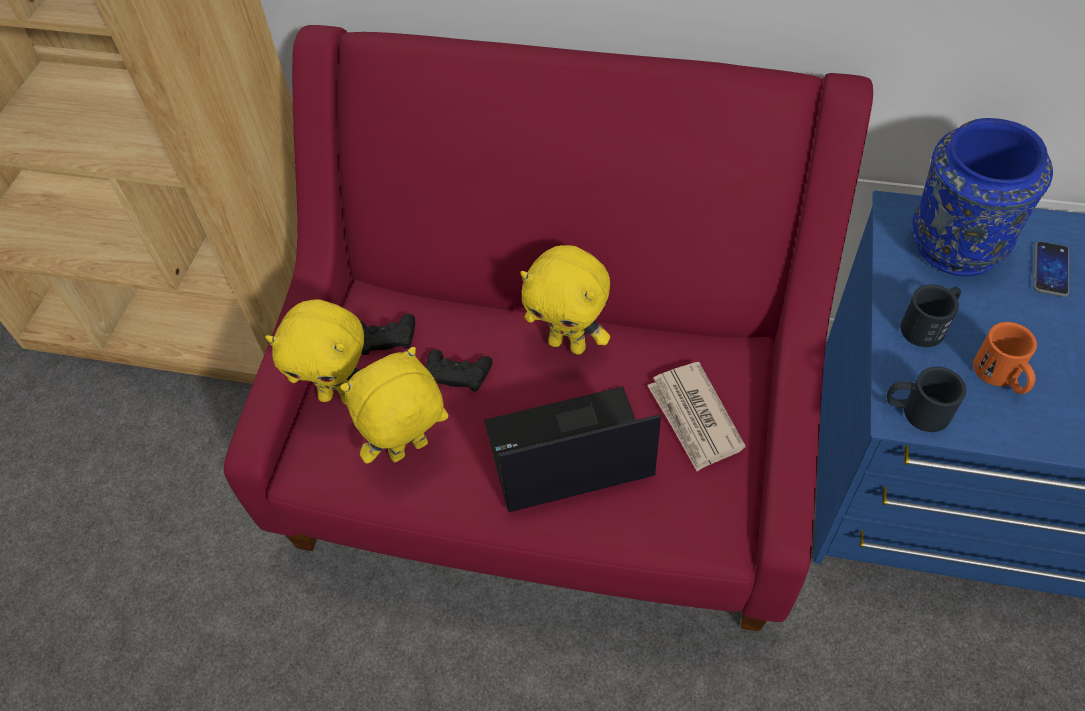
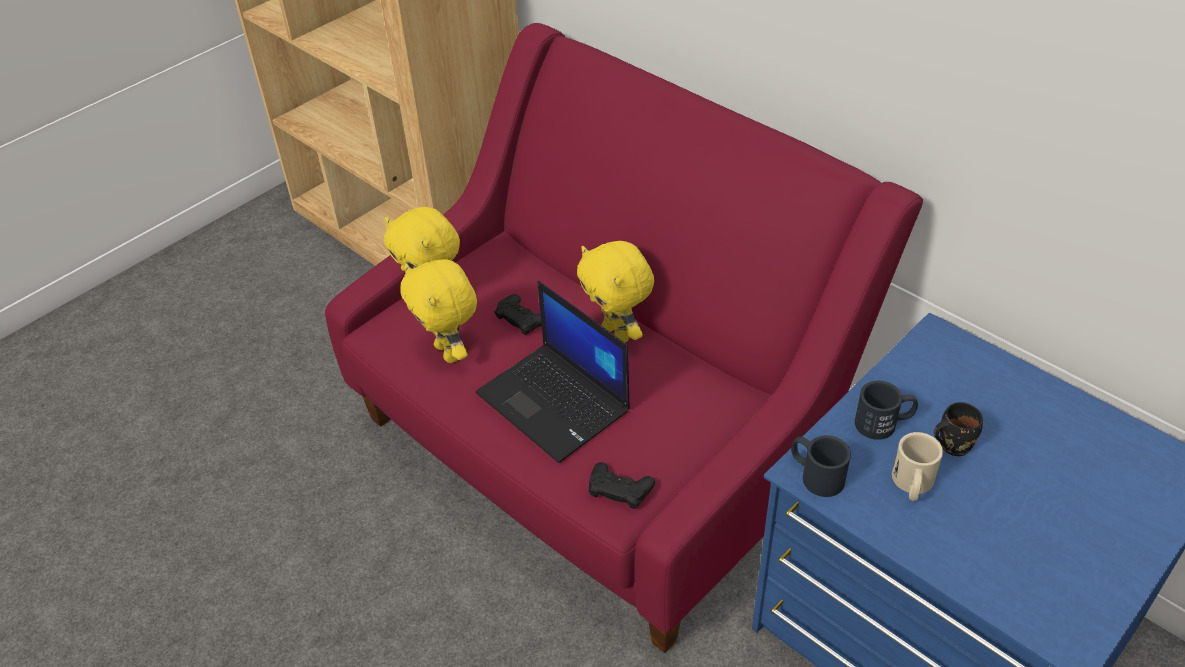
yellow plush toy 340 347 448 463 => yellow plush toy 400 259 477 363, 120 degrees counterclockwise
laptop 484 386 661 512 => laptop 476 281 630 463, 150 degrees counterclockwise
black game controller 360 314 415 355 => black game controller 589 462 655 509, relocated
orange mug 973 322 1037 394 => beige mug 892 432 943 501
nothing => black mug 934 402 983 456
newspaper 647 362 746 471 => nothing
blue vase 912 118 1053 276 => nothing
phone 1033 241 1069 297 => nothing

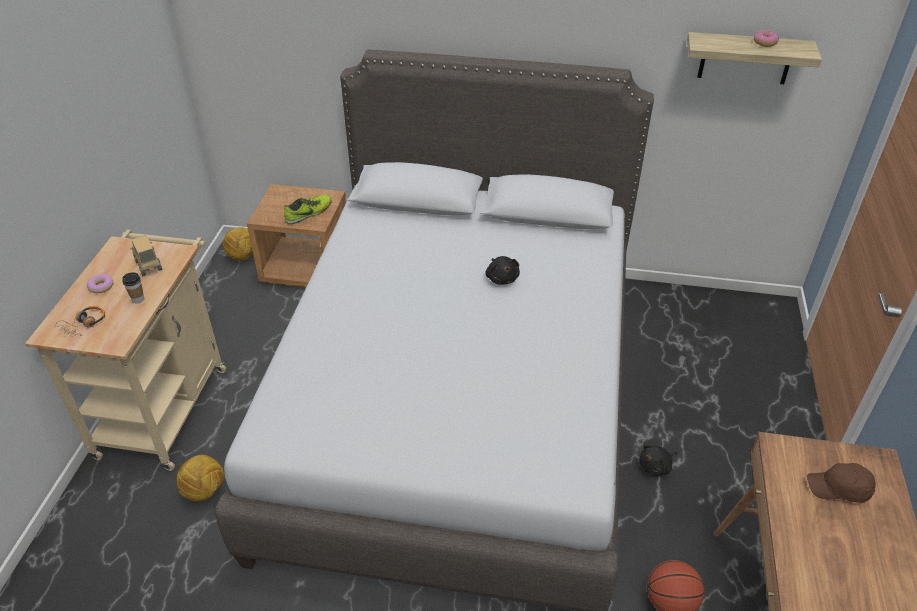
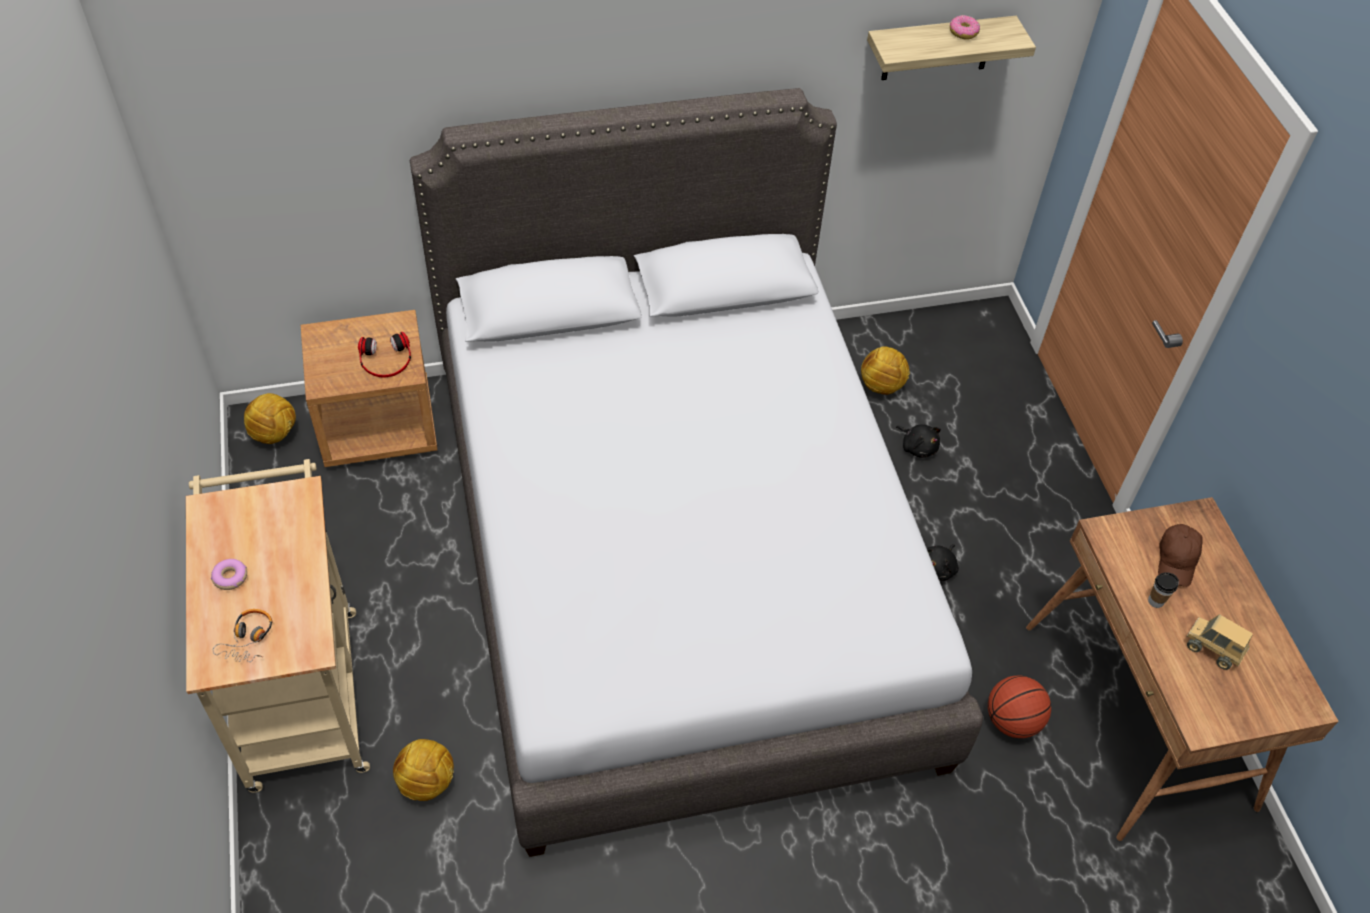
shoe 284 195 332 224 => headphones 358 332 411 378
nothing => football 861 346 910 395
black plush toy 485 256 520 285 => black plush toy 896 424 941 458, relocated
cup 122 273 145 303 => cup 1148 572 1179 608, relocated
brown cap 807 463 876 503 => brown cap 1158 524 1203 587, 60 degrees counterclockwise
toy truck 130 235 162 276 => toy truck 1187 614 1253 670, relocated

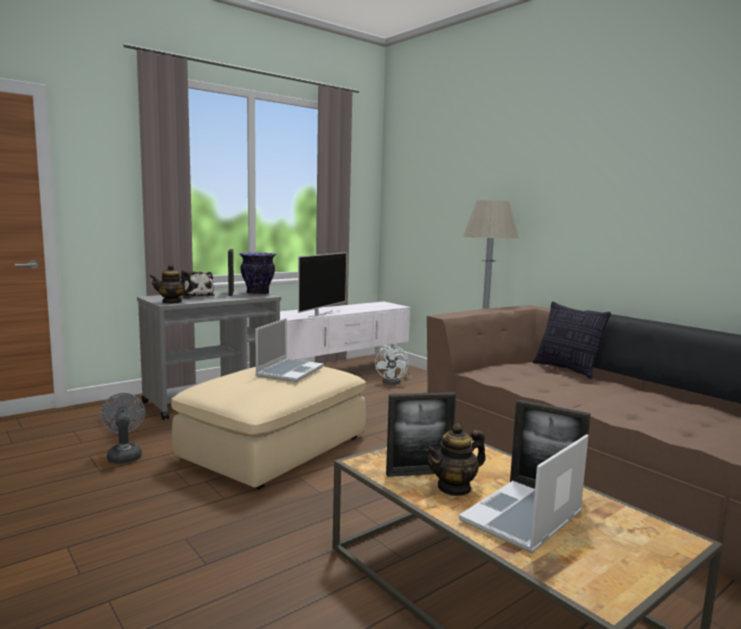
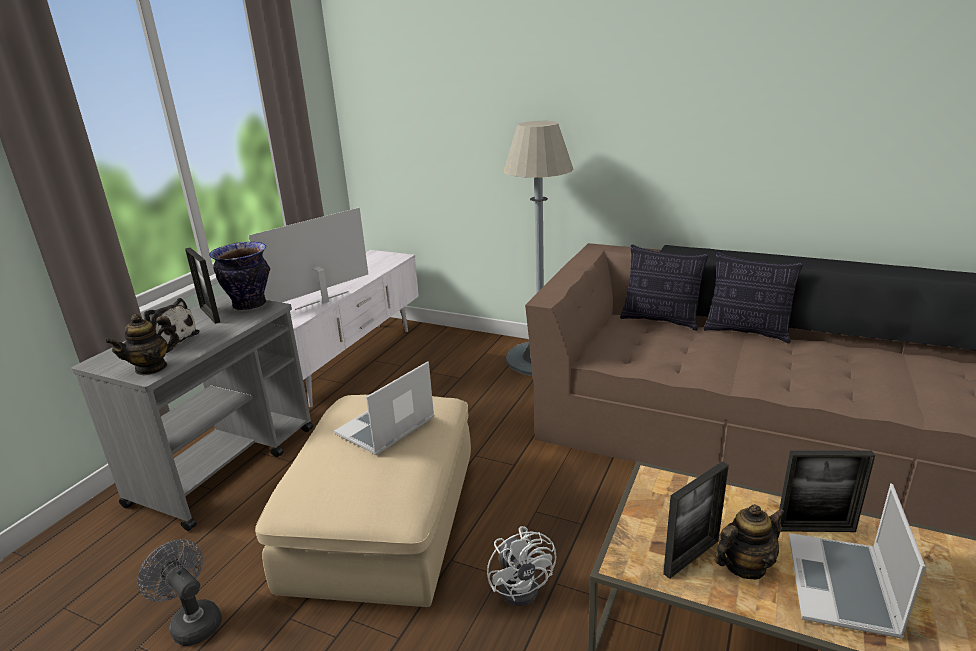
television 298 252 347 317 => television 248 208 368 310, 135 degrees counterclockwise
laptop 255 318 324 382 => laptop 334 361 435 455, 135 degrees counterclockwise
white fan 375 345 412 385 => white fan 487 526 557 606, relocated
nothing => pillow 704 252 803 343
teapot 425 423 486 496 => teapot 715 504 785 579, 150 degrees counterclockwise

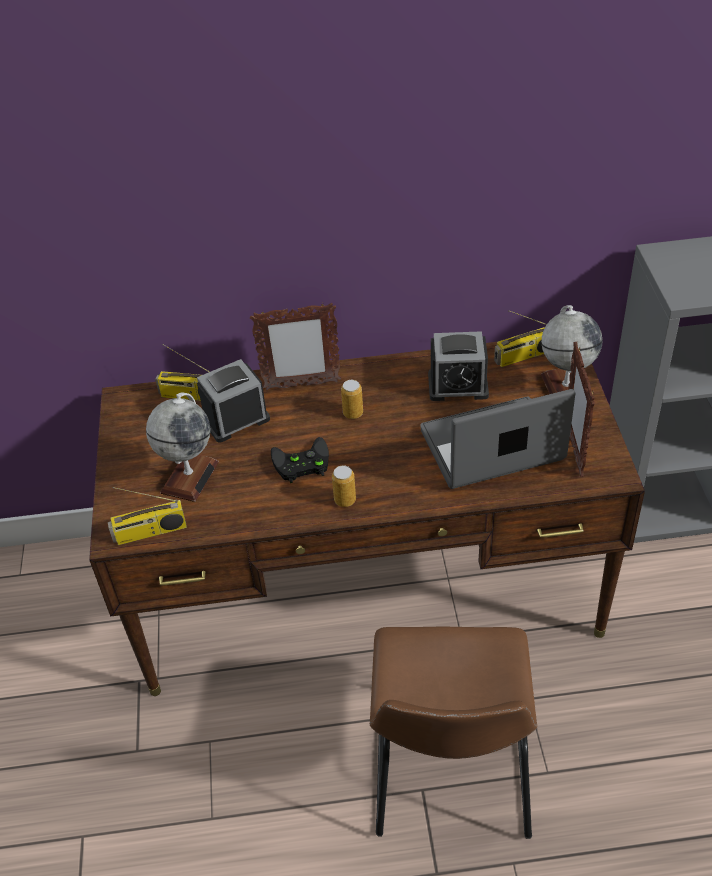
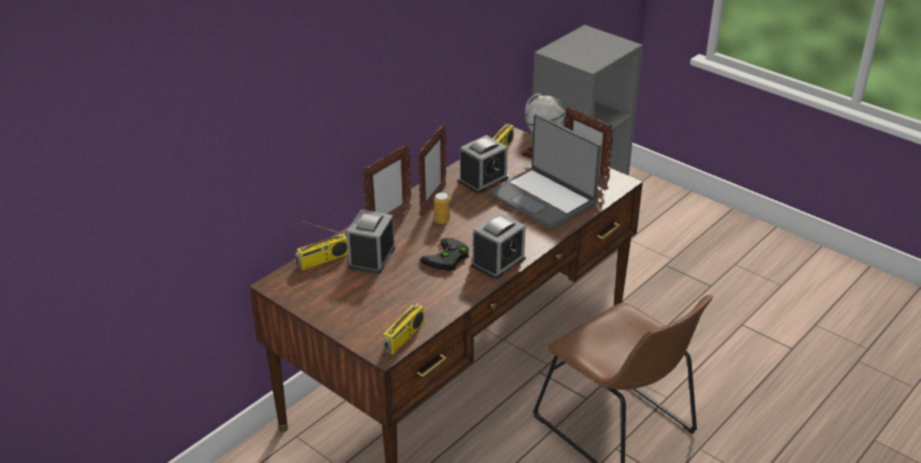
nothing => picture frame 418 122 446 216
can 332 465 356 507 => alarm clock 471 212 526 279
laptop 420 389 576 489 => laptop 489 114 601 230, 75 degrees counterclockwise
globe 146 392 219 502 => nothing

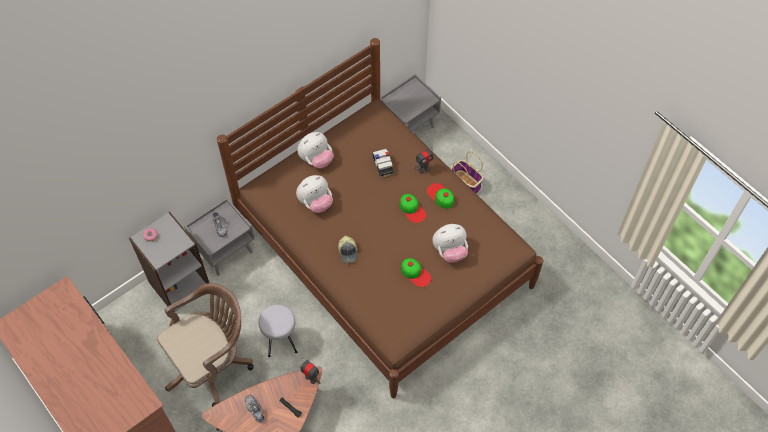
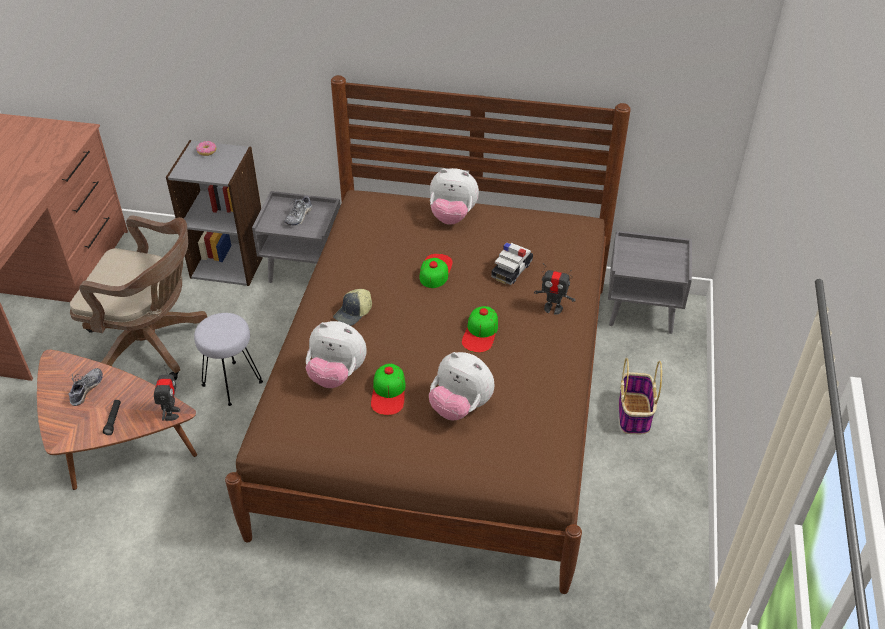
plush toy 296 175 333 213 => plush toy 306 321 367 388, relocated
cap 427 183 454 209 => cap 419 254 453 288, relocated

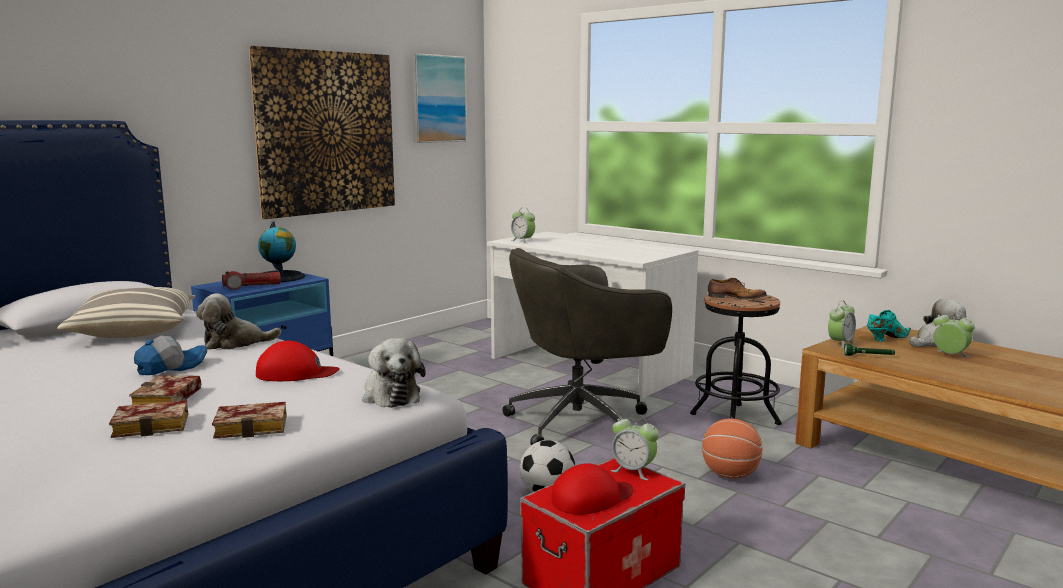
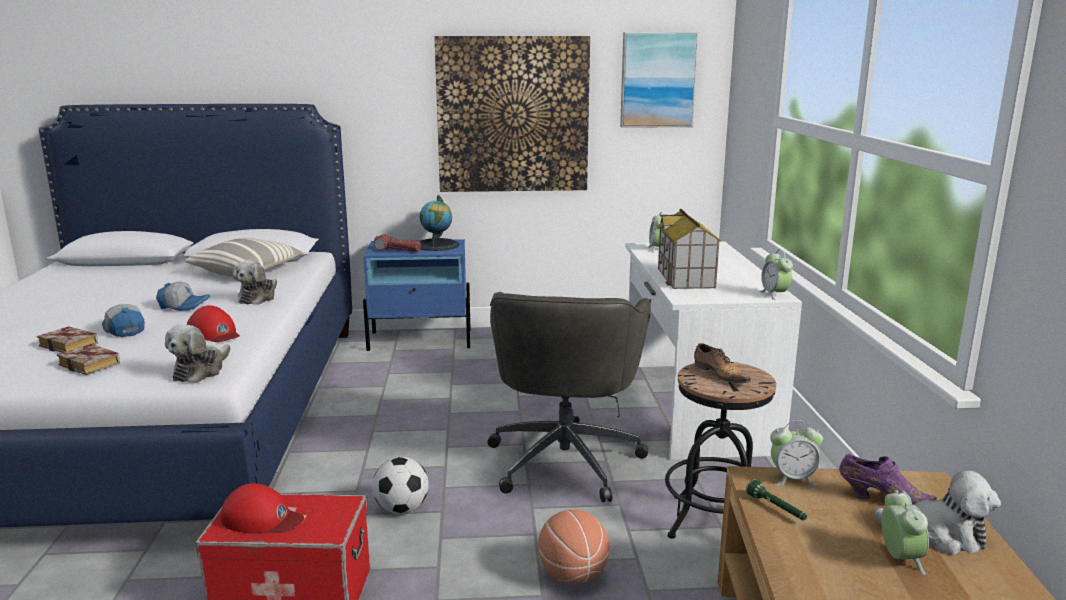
book 129 375 201 405 => cap 102 304 145 337
plush toy 196 293 281 349 => plush toy 233 260 277 305, 105 degrees counterclockwise
grey office chair 502 248 672 445 => grey office chair 487 292 651 502, 105 degrees counterclockwise
nothing => toy house 658 209 721 289
alarm clock 611 413 659 480 => alarm clock 759 250 793 300, relocated
turquoise shoe 867 310 911 341 => purple shoe 839 454 937 505

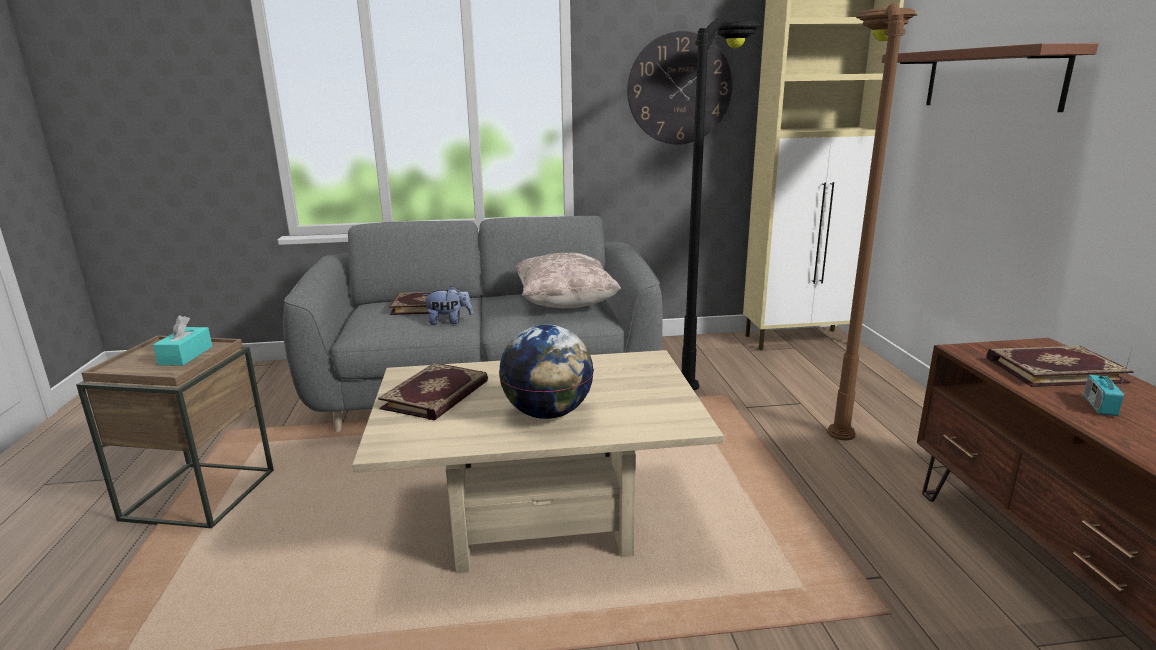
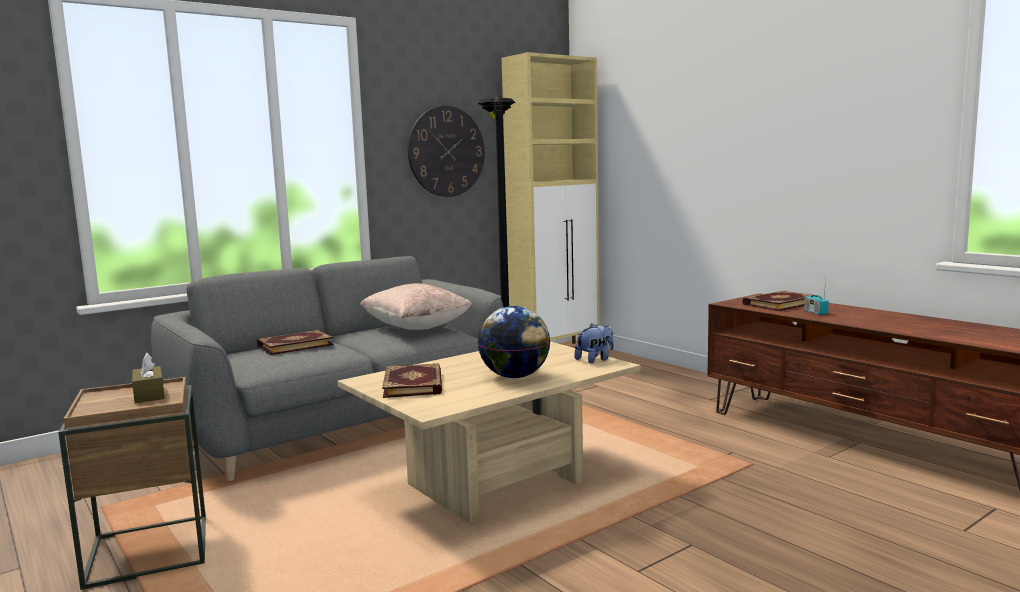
turquoise tissue box 153 316 212 366 => brown tissue box 132 353 165 403
plush toy 423 286 473 325 => plush toy 574 323 614 363, relocated
brown floor lamp 827 3 917 440 => nothing
brown shelf 882 43 1099 112 => nothing

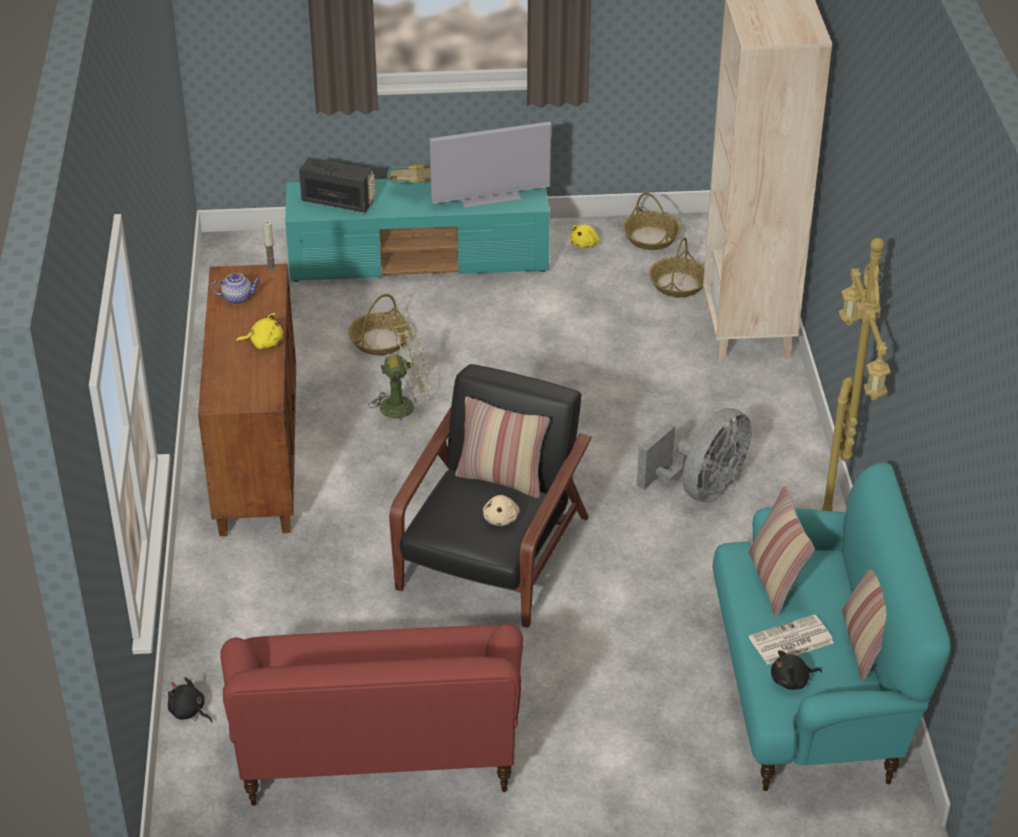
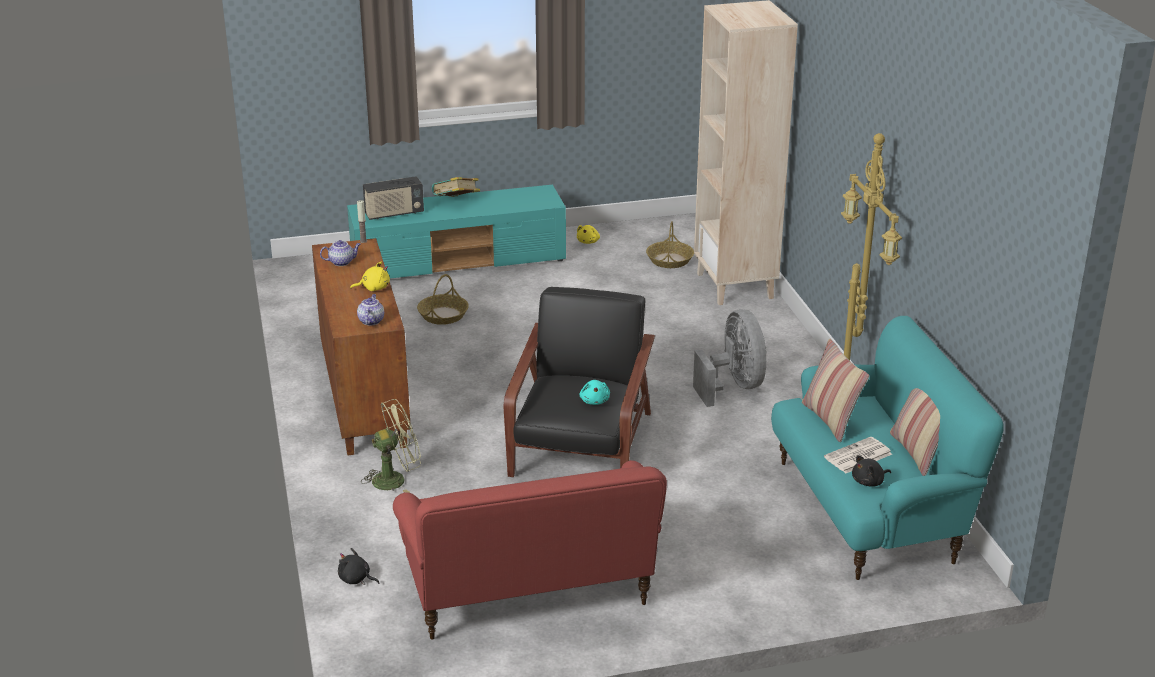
nothing => teapot 357 294 384 325
green fan 368 324 431 425 => green fan 361 399 421 493, relocated
radio 299 157 375 213 => radio 363 176 424 220, 150 degrees clockwise
beige plush toy 483 495 520 526 => turquoise plush toy 579 380 610 405
grey fan 637 408 751 502 => grey fan 693 309 767 407, 45 degrees counterclockwise
television 429 122 551 208 => nothing
pillow 455 397 550 498 => nothing
basket 623 192 681 250 => nothing

